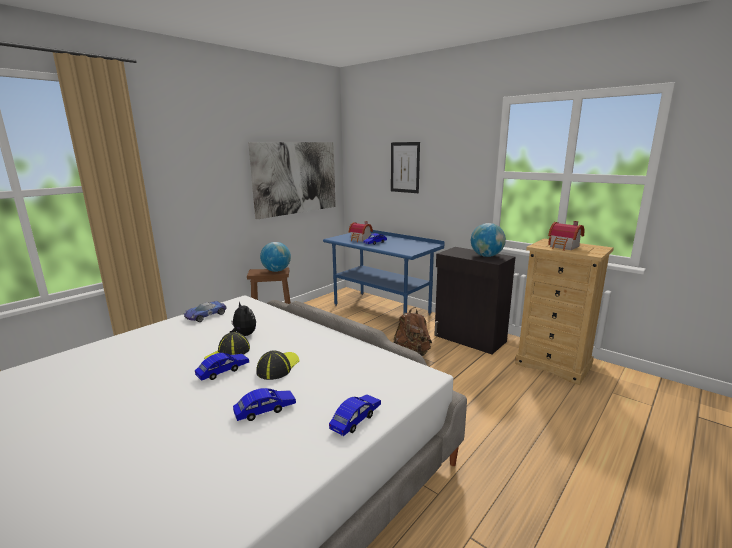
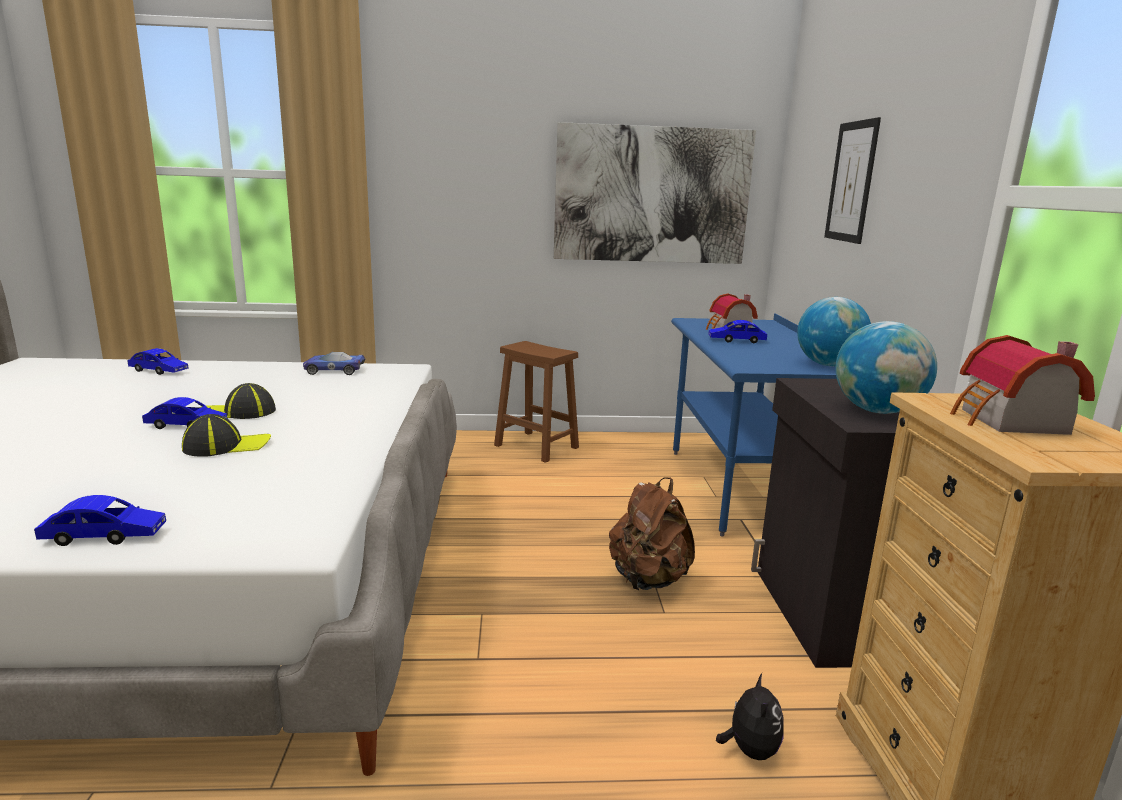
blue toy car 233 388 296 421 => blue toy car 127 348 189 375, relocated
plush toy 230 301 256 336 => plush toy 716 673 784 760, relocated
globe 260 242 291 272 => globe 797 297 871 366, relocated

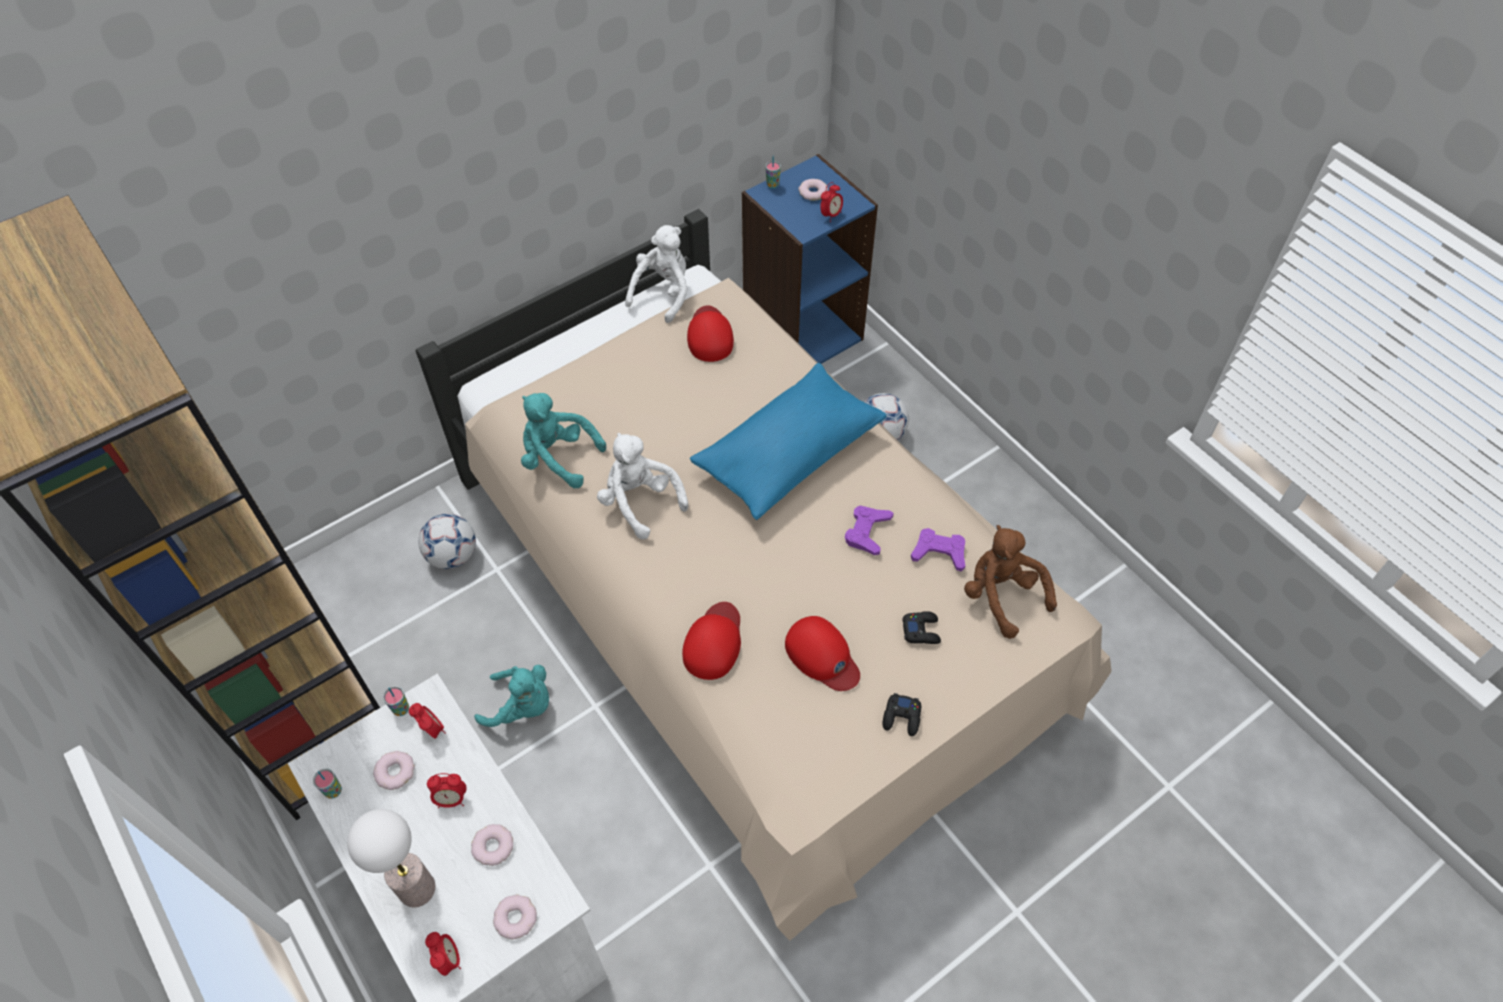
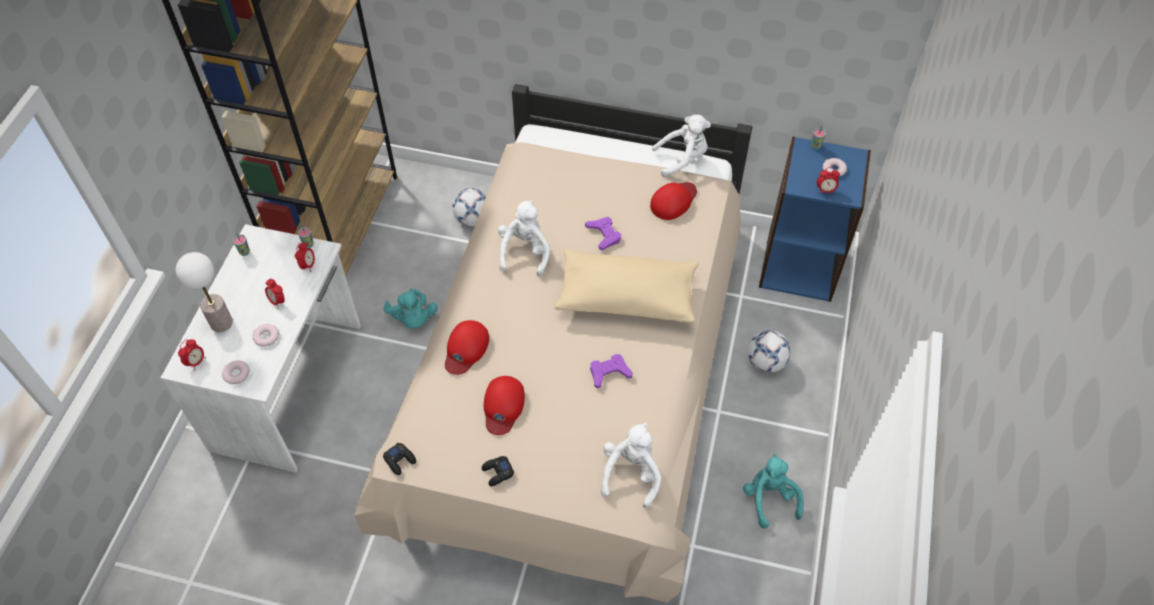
black game controller 902 611 941 644 => black game controller 383 443 416 475, relocated
red cap 682 602 741 680 => red cap 445 320 489 375, 135 degrees clockwise
blue pillow 690 363 887 520 => beige pillow 555 249 698 323
purple game controller 911 528 965 571 => purple game controller 585 217 621 250, relocated
brown plush toy 964 525 1057 639 => white plush toy 601 422 661 508
turquoise plush toy 521 393 606 488 => turquoise plush toy 743 454 804 529, relocated
donut 373 751 415 790 => nothing

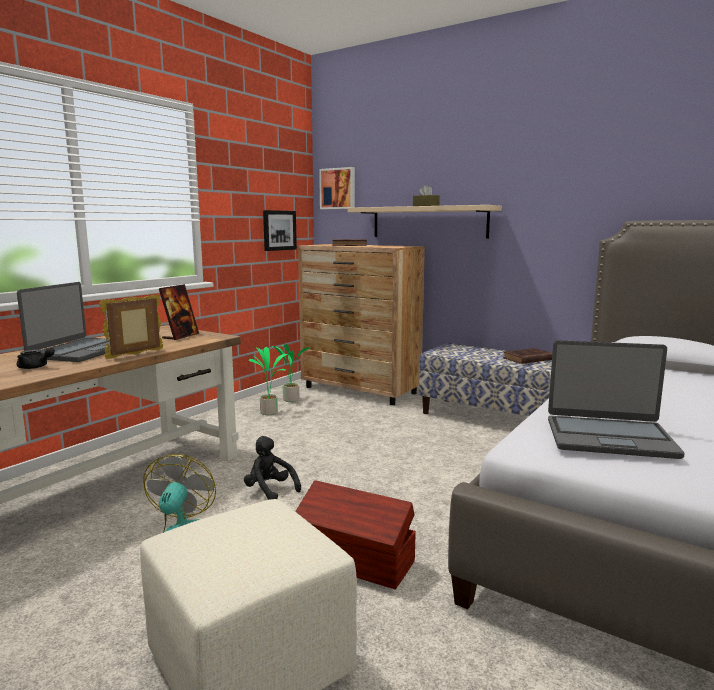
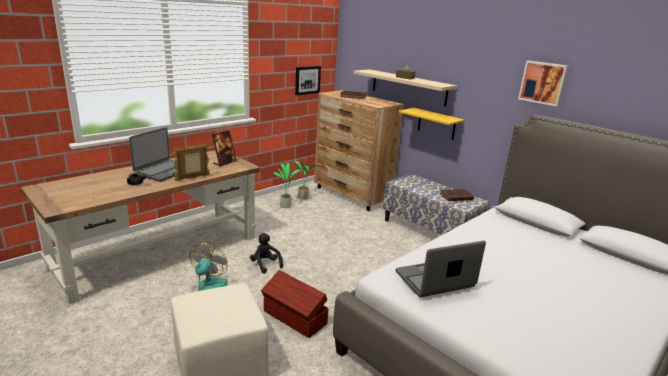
laptop 548 340 685 459 => laptop 395 241 486 297, 135 degrees clockwise
nothing => yellow shelf 399 108 464 140
picture 319 167 355 209 => picture 518 61 568 106, relocated

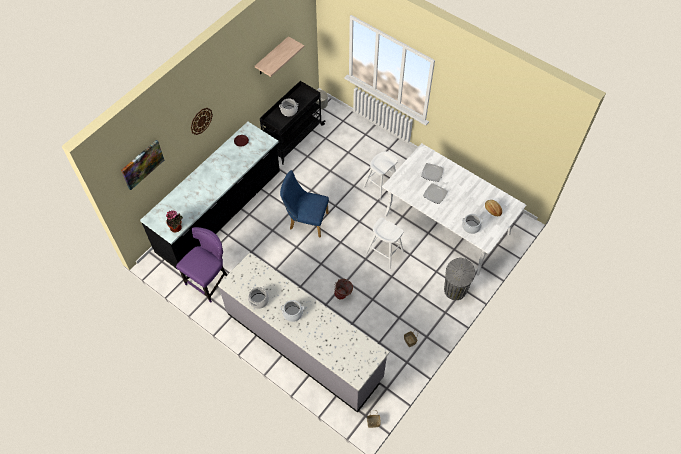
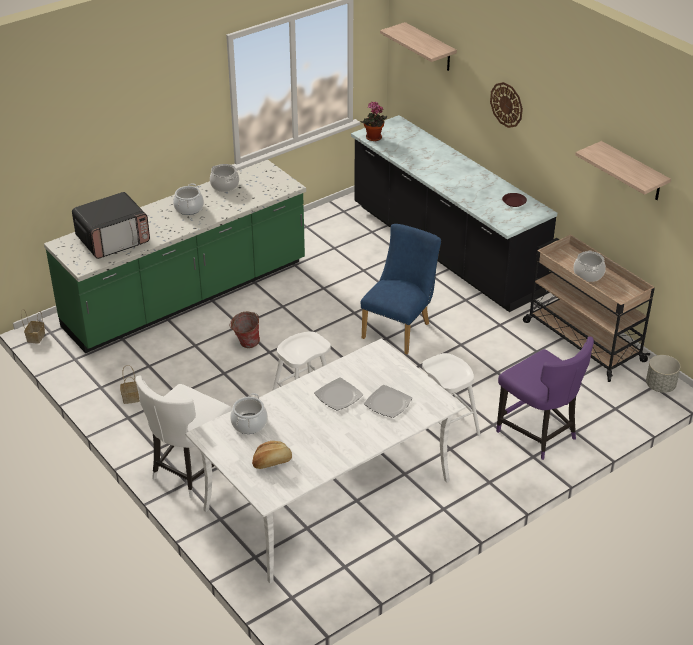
grey counter 218 252 389 413 => green counter 44 160 306 353
nothing => microwave 72 192 150 259
grey trash can 444 258 475 300 => white chair 136 375 232 498
picture 121 140 164 190 => shelf 380 22 457 71
purple chair 176 227 227 303 => purple chair 496 337 594 460, relocated
black cart 260 81 326 165 => beige cart 523 234 655 382

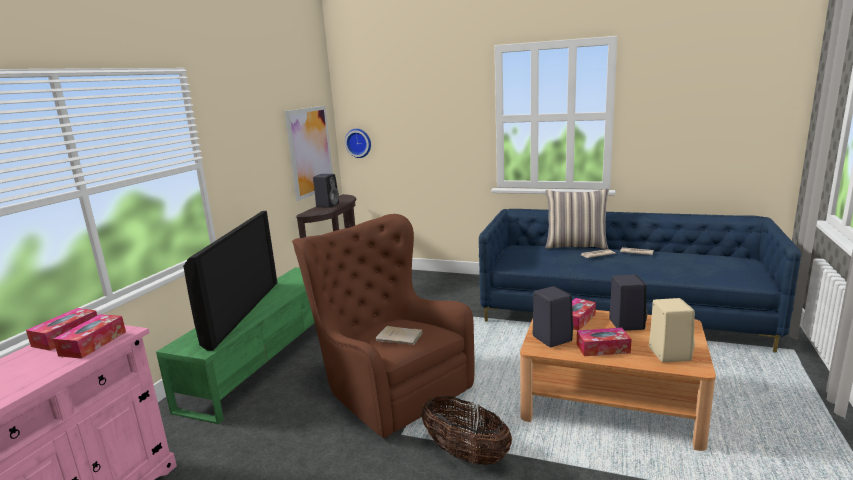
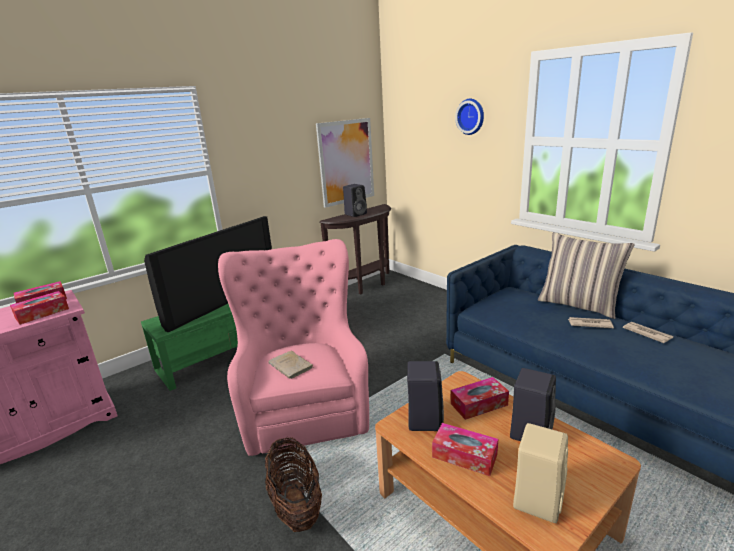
brown armchair 292 214 475 438 => pink armchair 218 239 369 456
wall clock 345 129 371 158 => wall clock 455 99 484 135, relocated

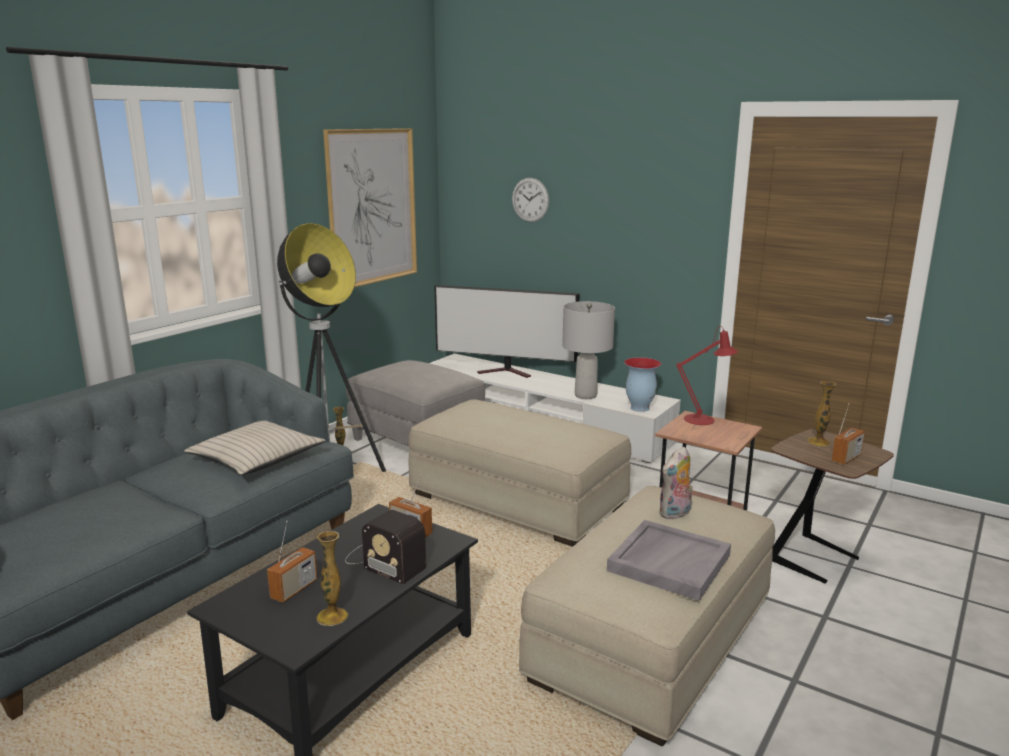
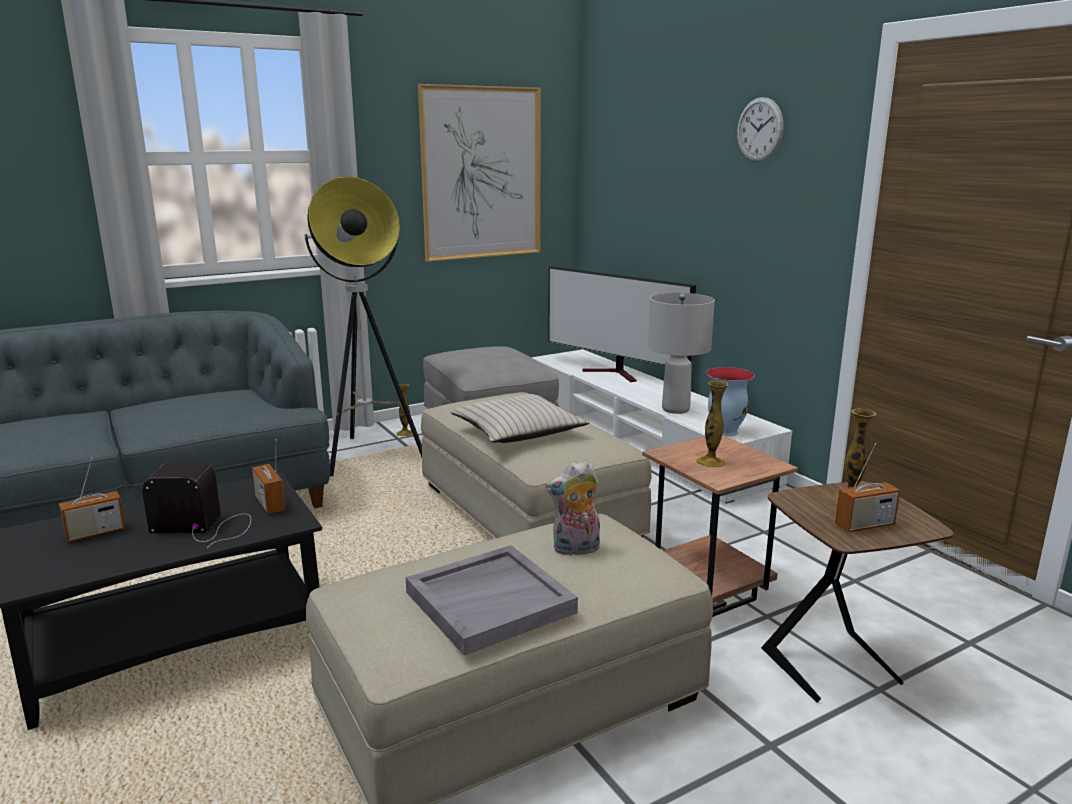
radio 345 510 426 585 => radio 142 462 251 548, 120 degrees clockwise
beige pillow 184 420 326 475 => beige pillow 451 394 589 443, relocated
vase 317 531 348 626 => vase 696 381 728 468, relocated
wall clock 512 178 549 222 => wall clock 737 97 783 162, relocated
red table lamp 676 326 738 425 => nothing

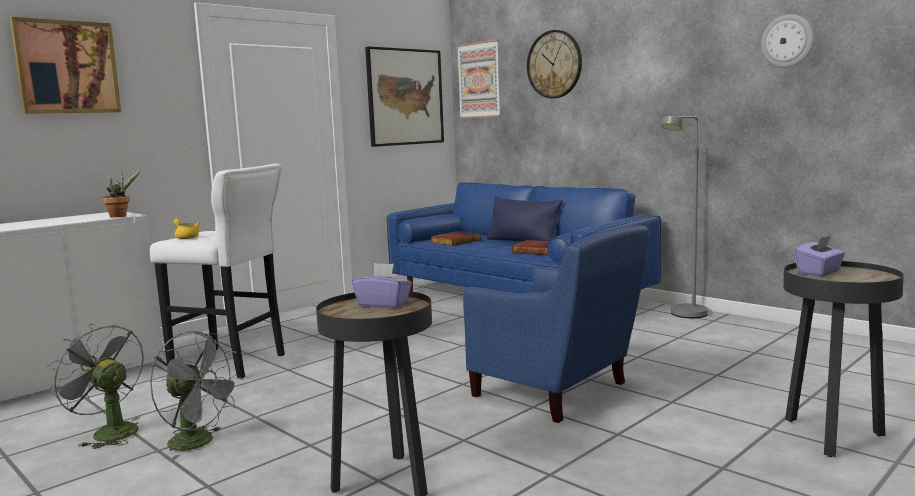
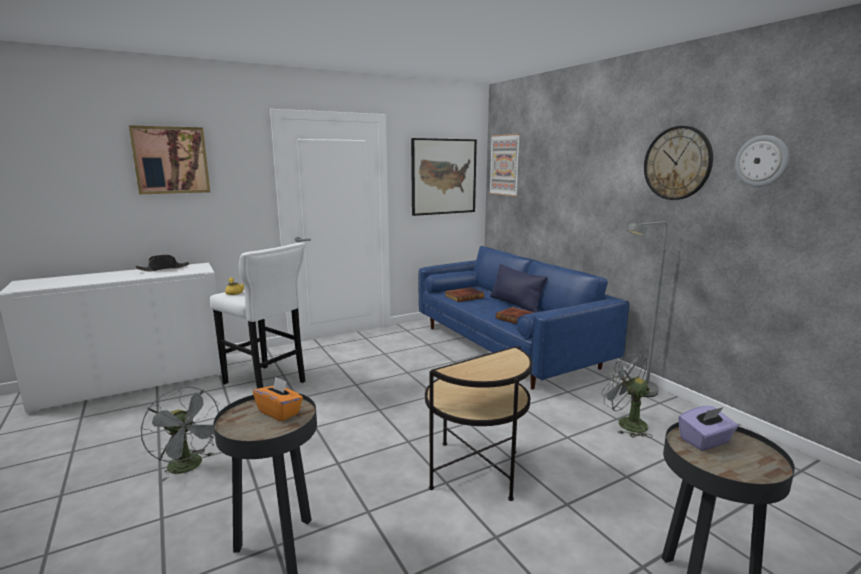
nothing => black hat 136 255 189 272
purple tissue box 352 263 412 308 => orange tissue box 253 376 303 421
blue armchair 463 225 649 423 => side table 425 346 532 501
grey fan 48 324 144 449 => grey fan 602 352 653 438, relocated
wall clock 527 30 582 98 => wall clock 644 126 713 200, relocated
potted plant 103 171 140 218 => nothing

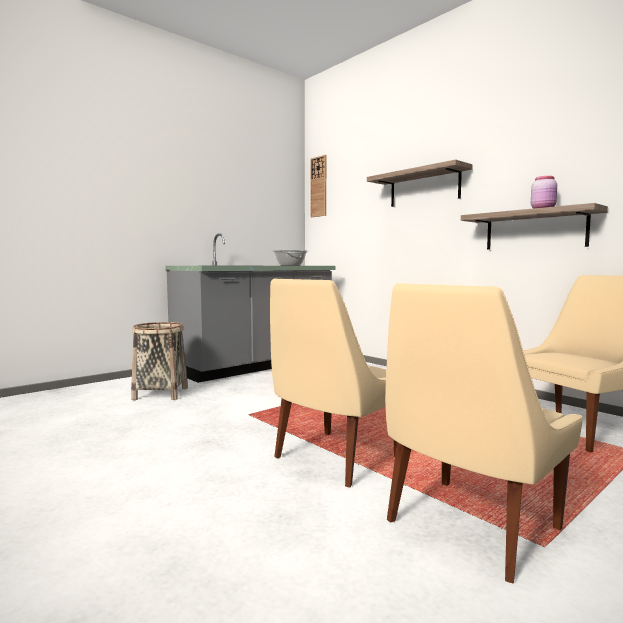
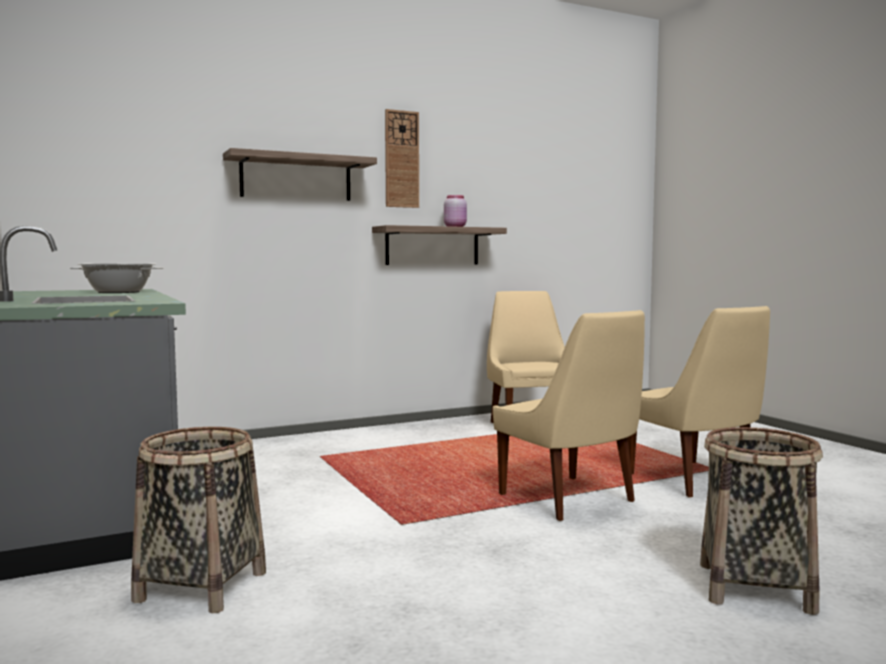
wall clock 310 155 326 217 => wall clock 385 109 419 208, relocated
nothing => basket 700 427 823 615

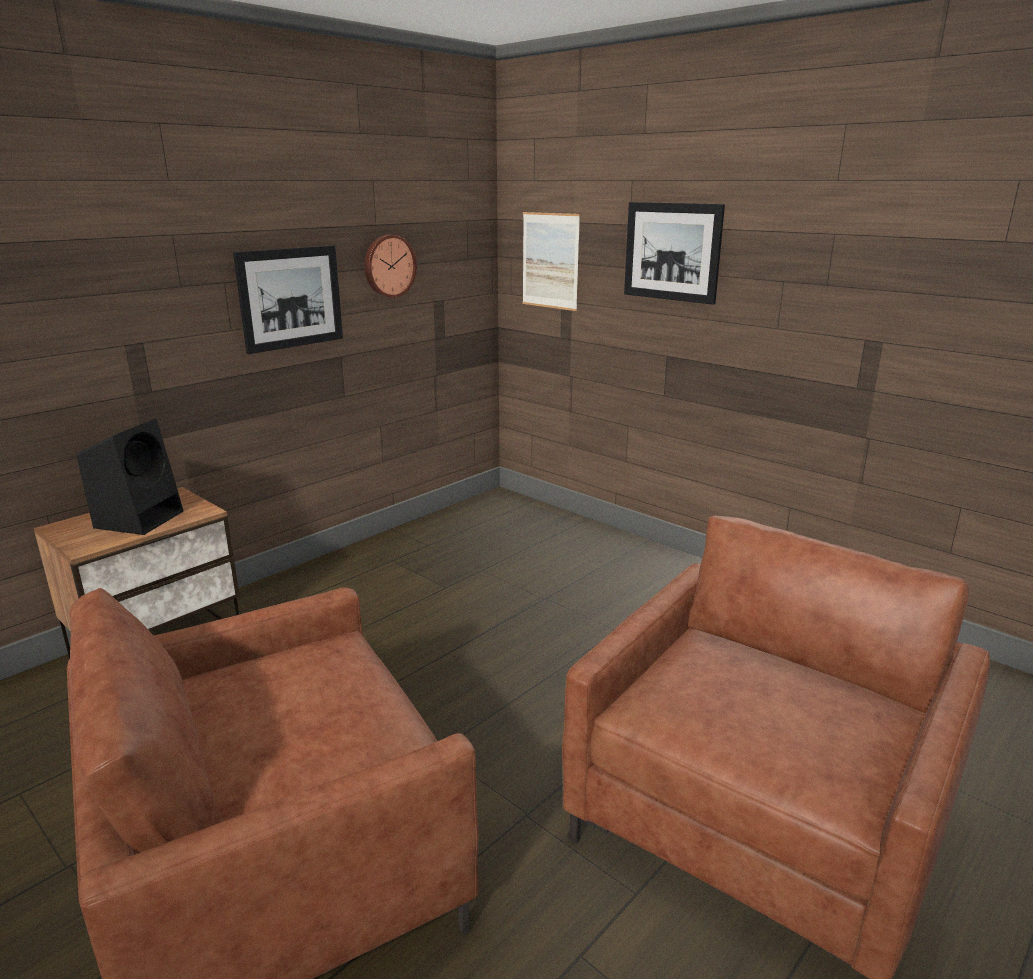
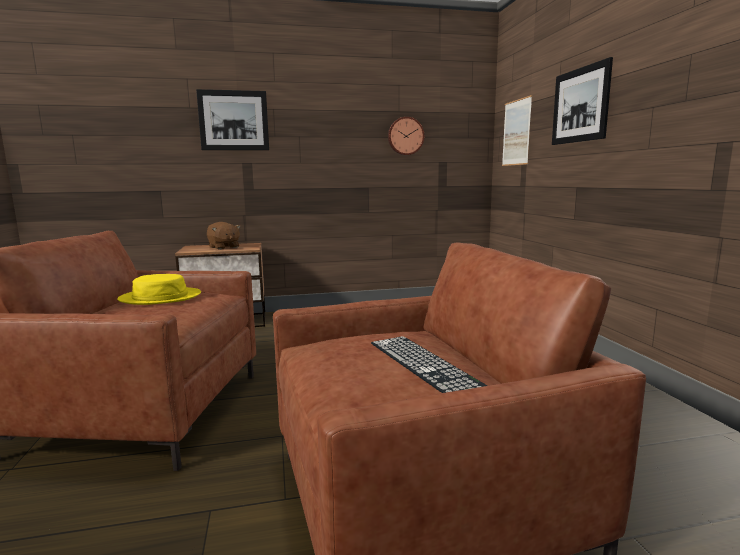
nothing => yellow hat 117 274 201 305
picture 233 245 343 354 => picture 196 89 269 150, relocated
black speaker 76 419 183 535 => brown plush toy 207 222 241 250
nothing => keyboard 371 336 488 393

